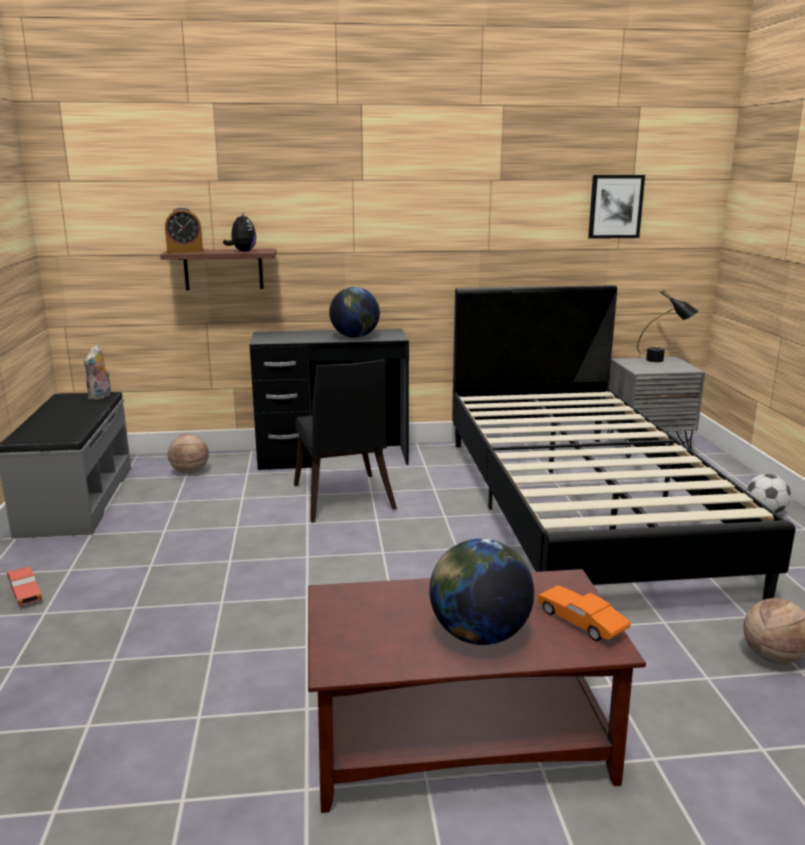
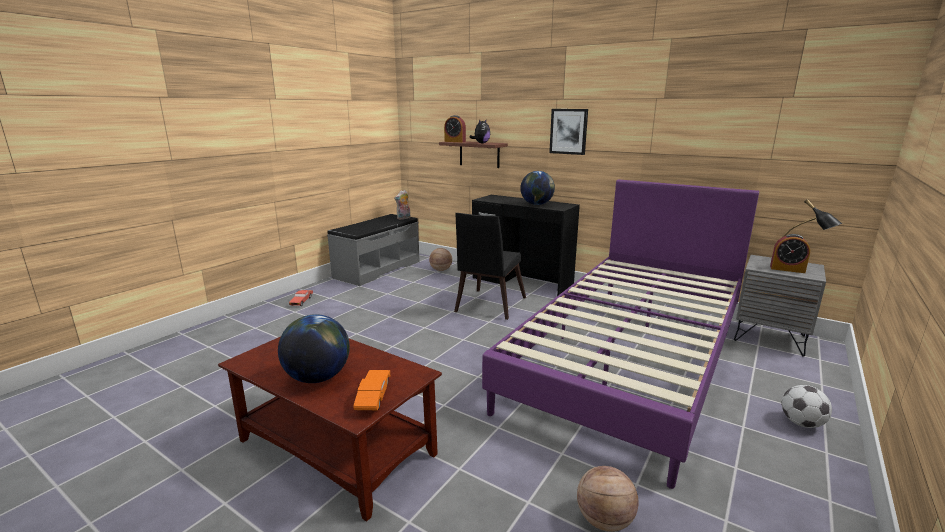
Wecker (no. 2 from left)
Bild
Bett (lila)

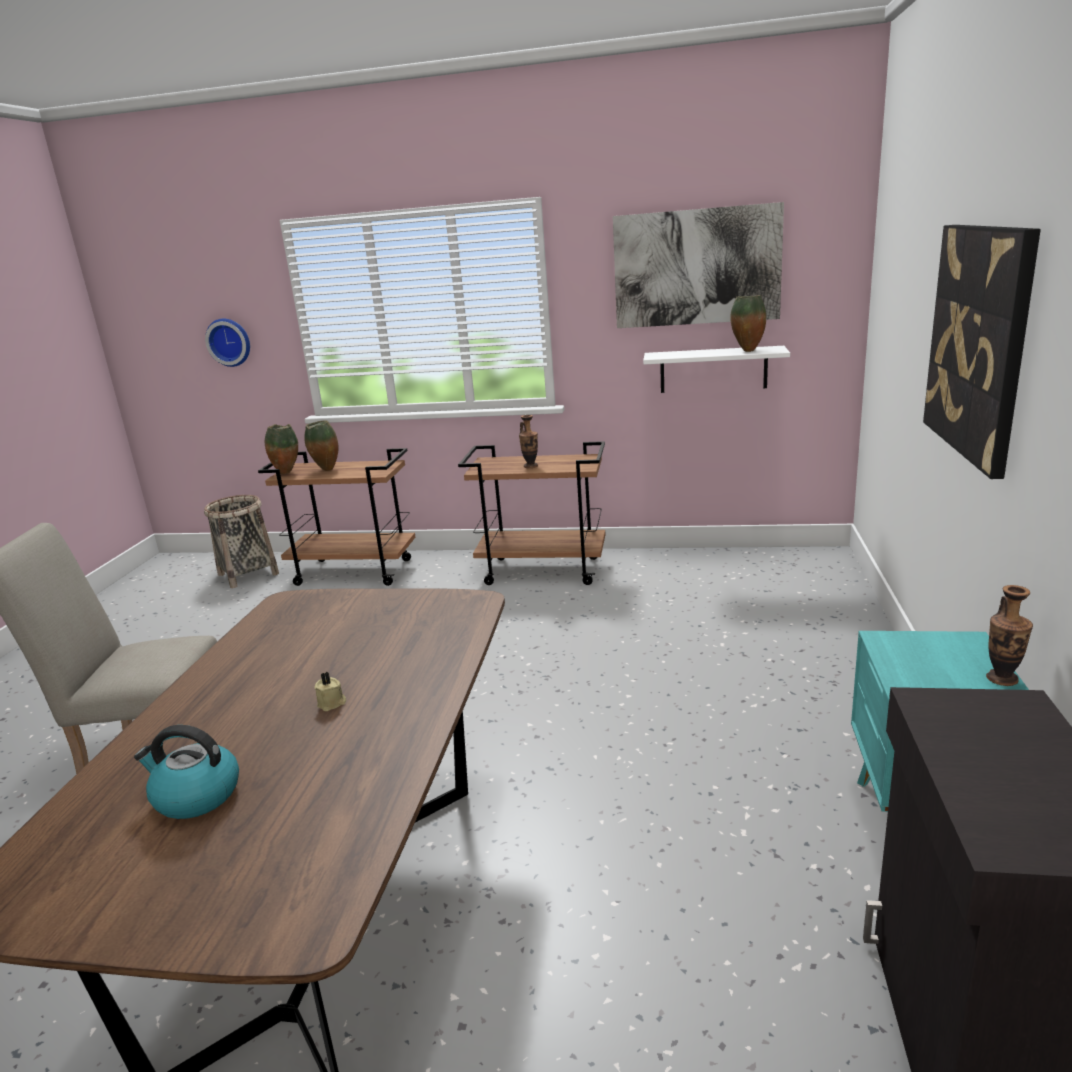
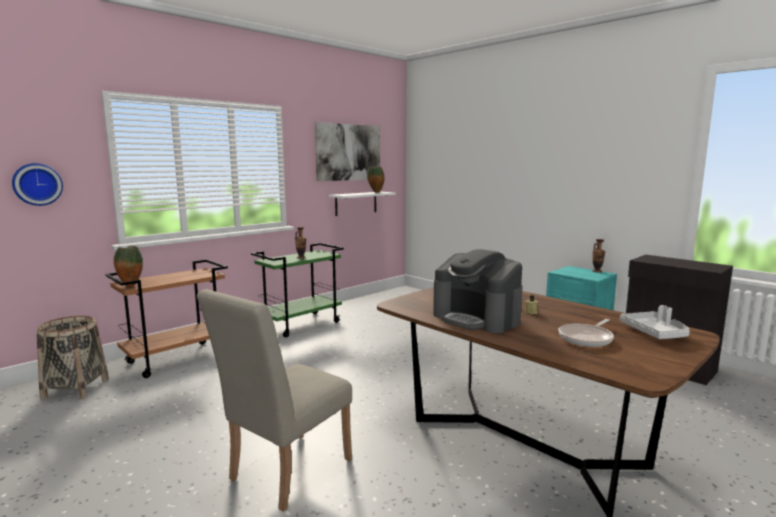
Vase (no. 2 from left in the first image)
Bild (no. 2 from left in the first image)
Kaffeemaschine
Tablett (grau)
Pfanne
Rollwagen (grün)

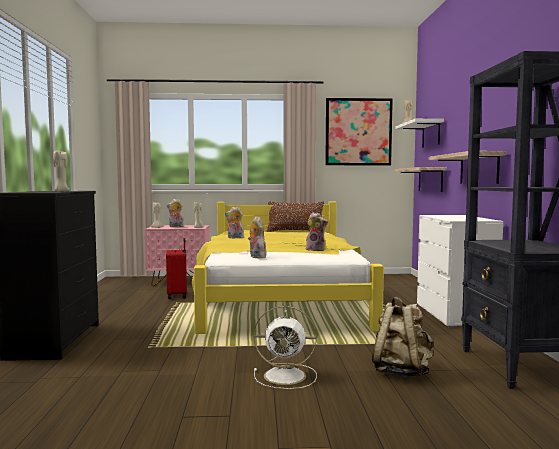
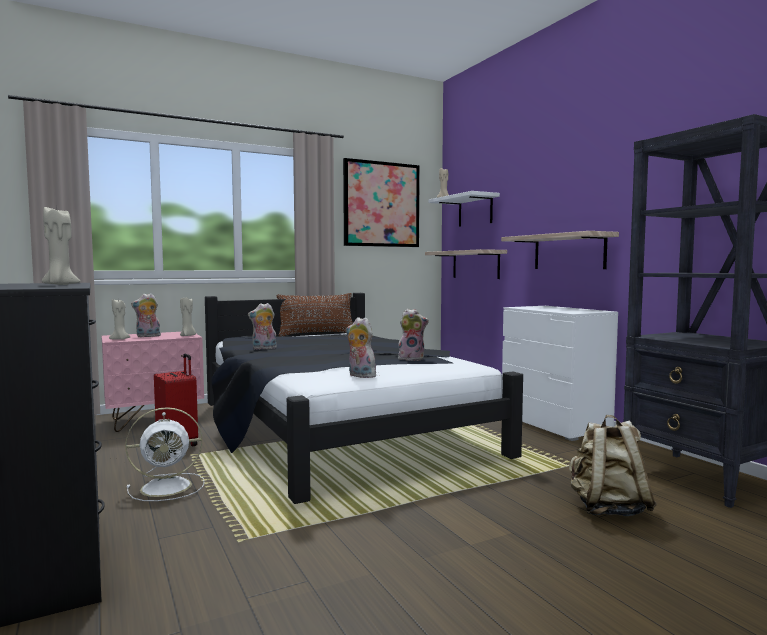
Ventilator (weiß)
Bett (schwarz)

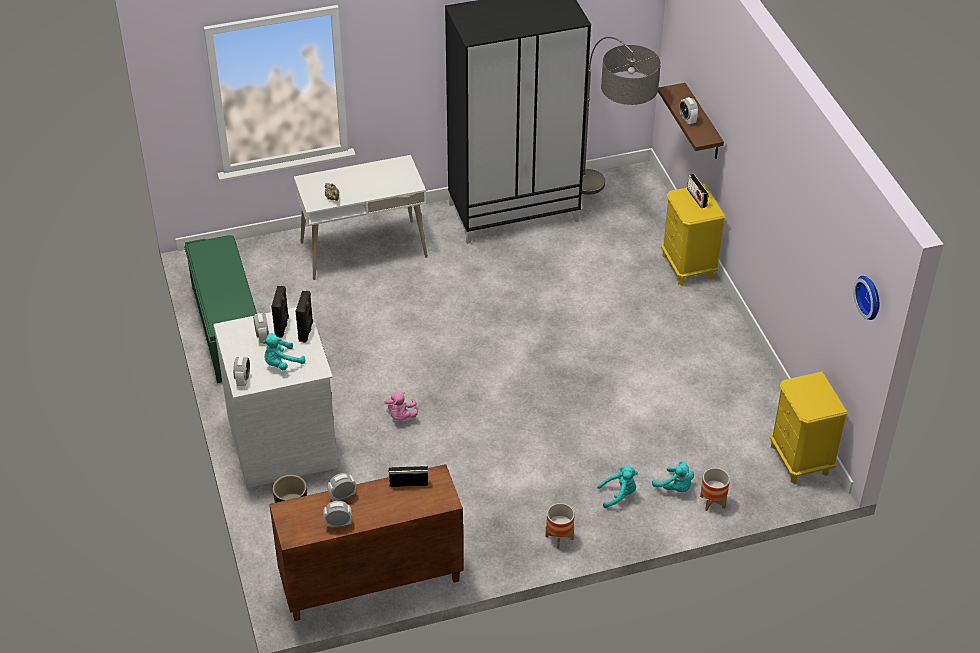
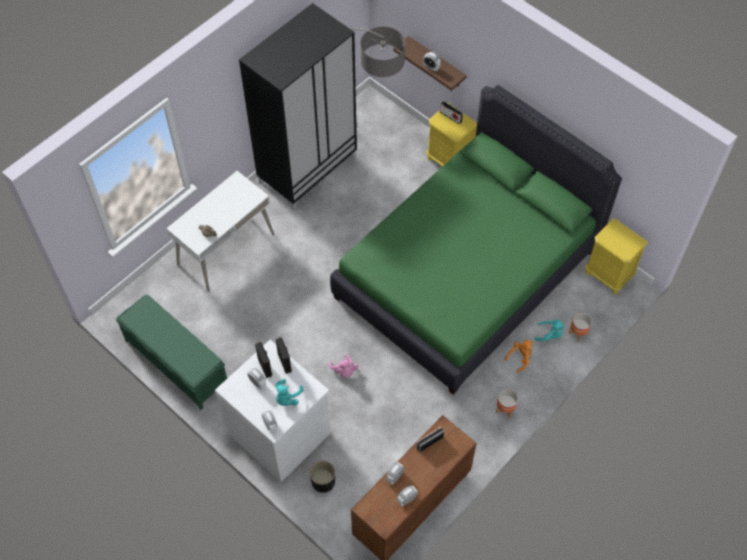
Wanduhr
Bett (grün)
Plüschtier (orange)

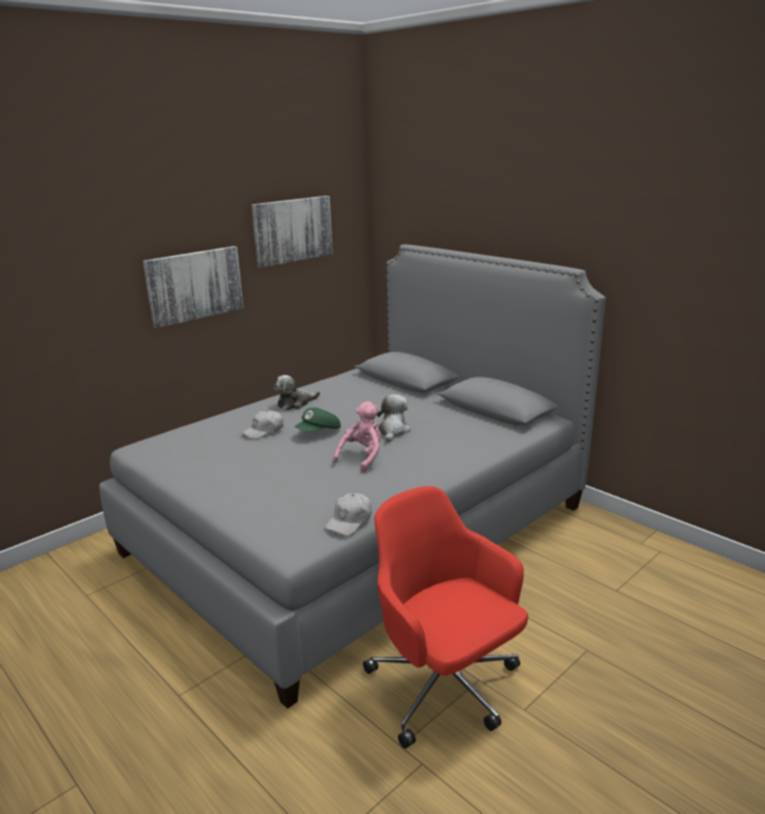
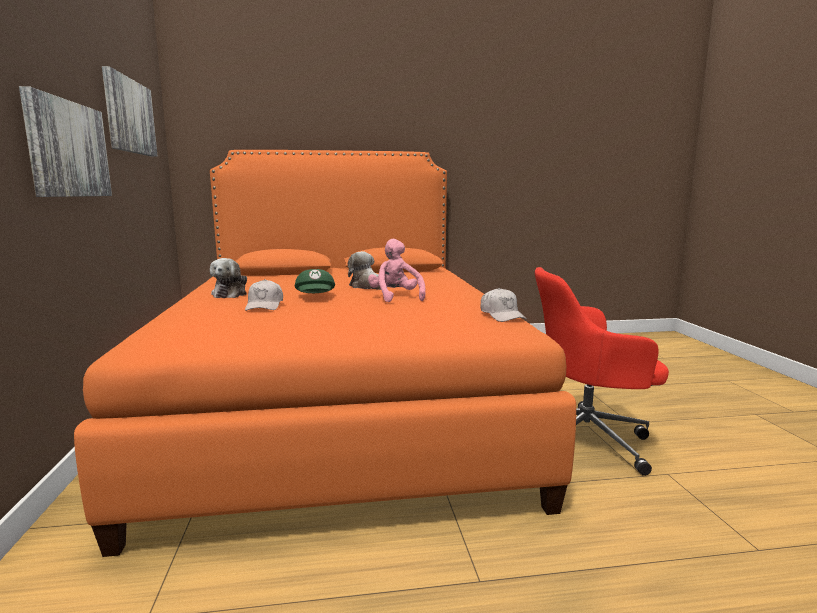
Bett (orange)

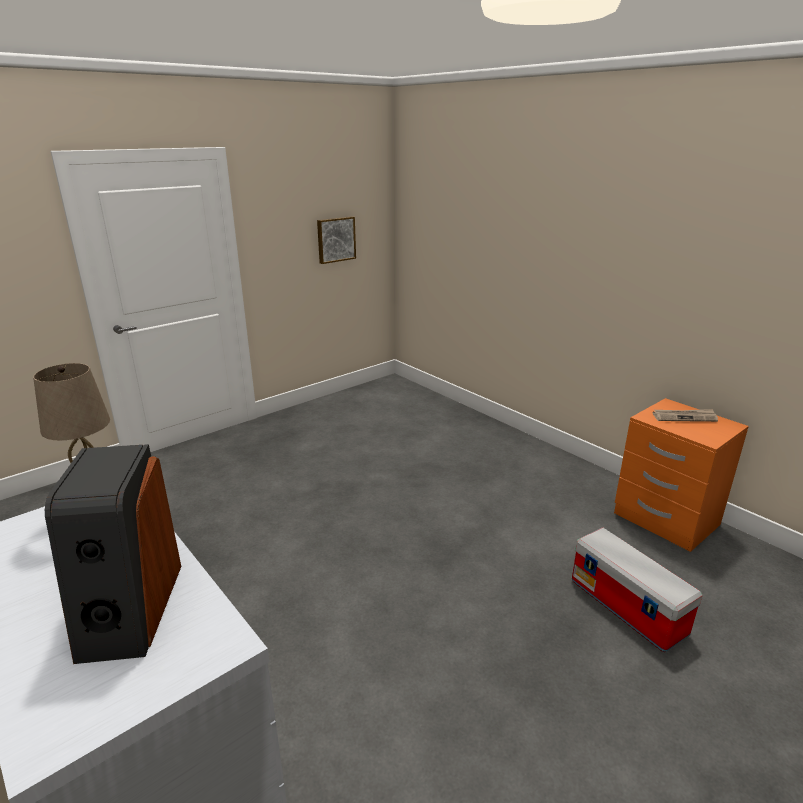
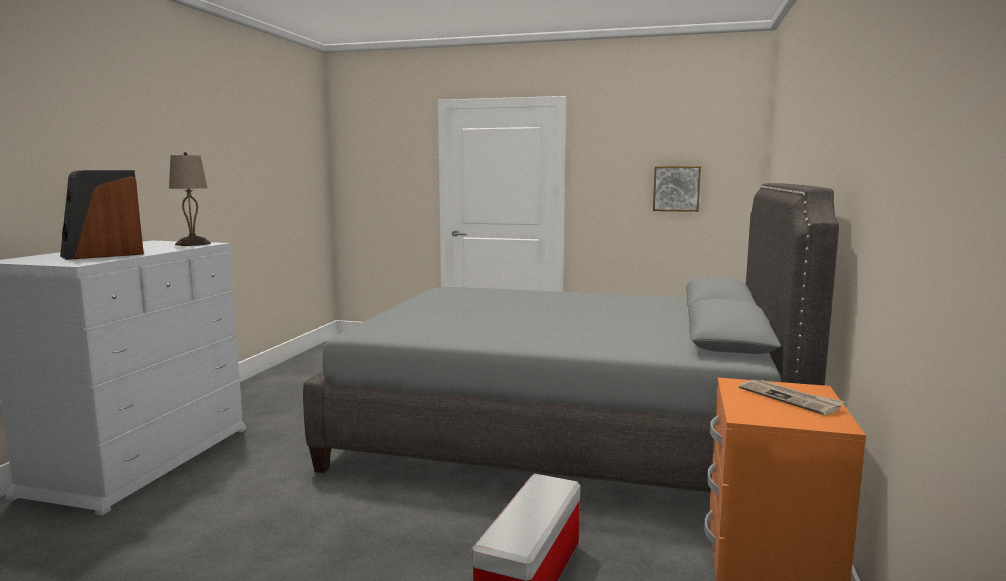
Bett (grau)

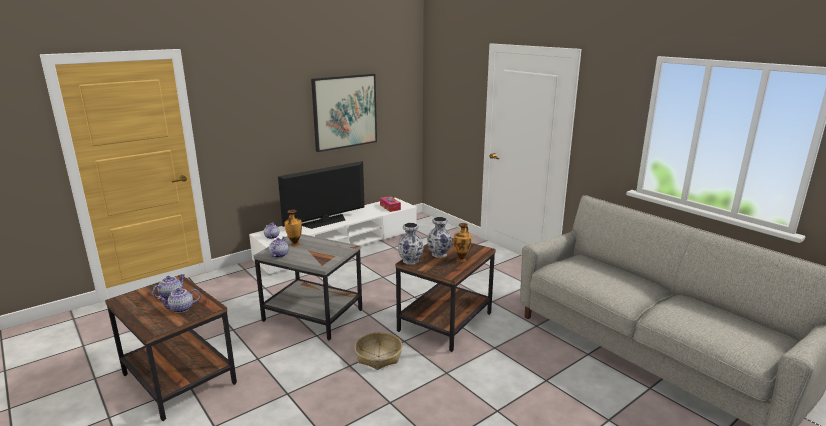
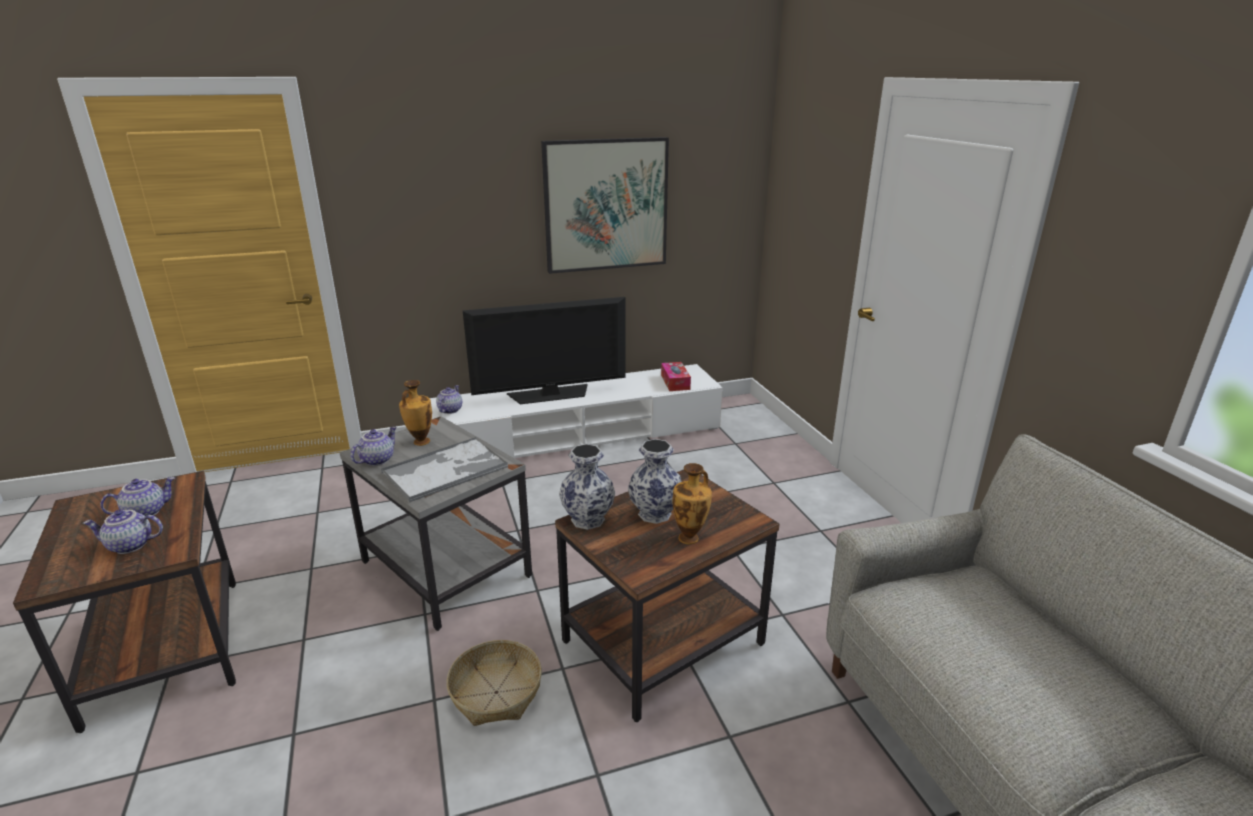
Tablett

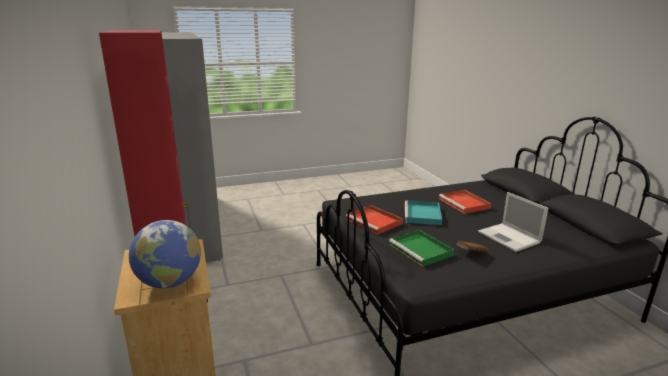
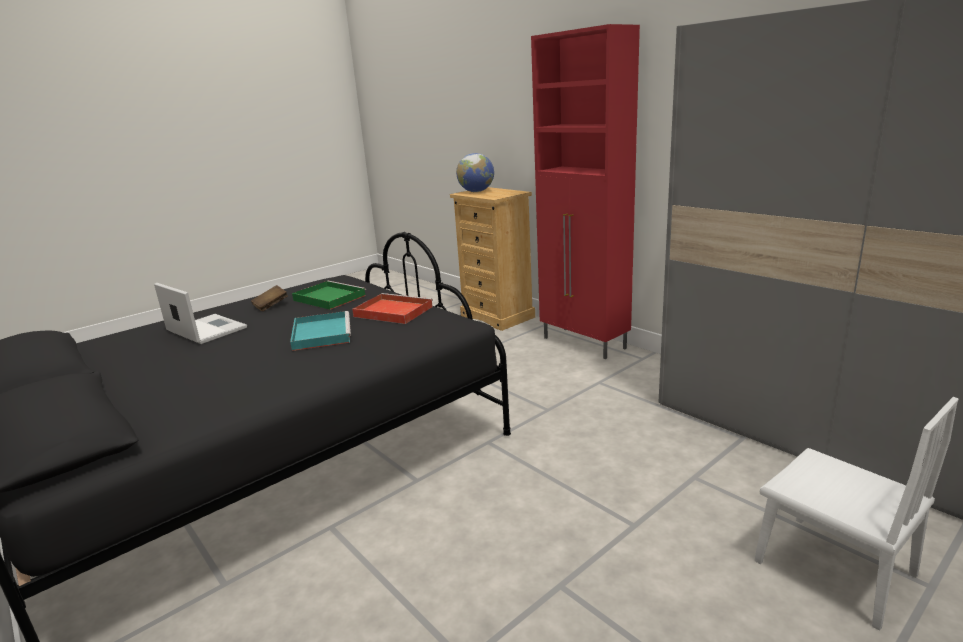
Tablett (rot) (no. 2 from left in the first image)
Stuhl (weiß)

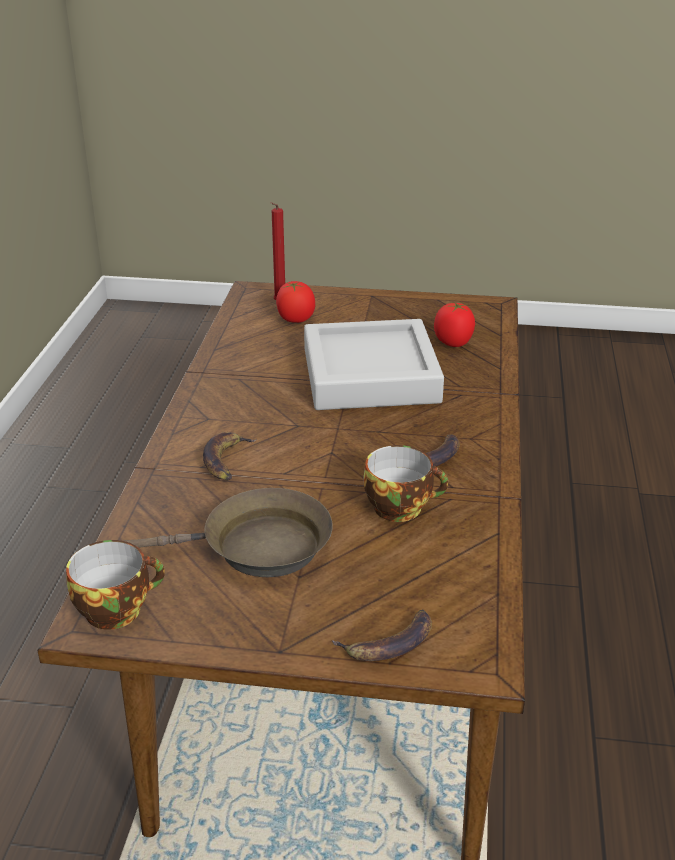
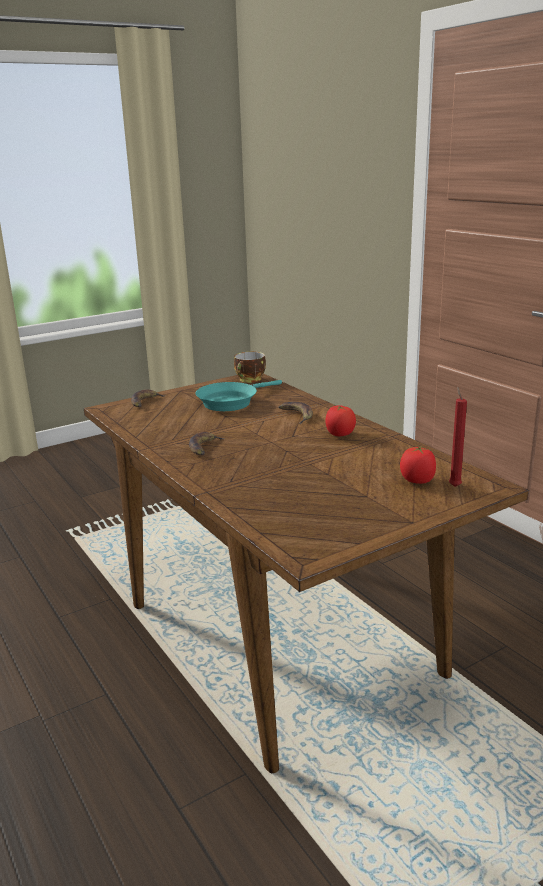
Tablett (grau)
Tasse (no. 2 from left in the first image)
Tomate (no. 1 from left)
Pfanne (türkis)

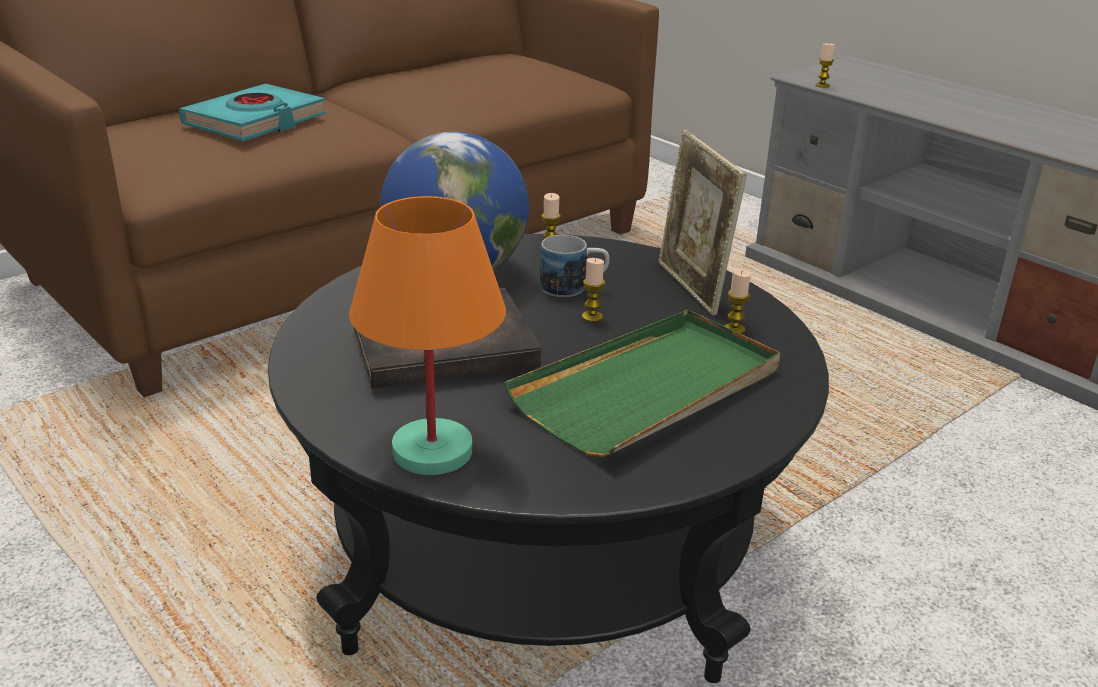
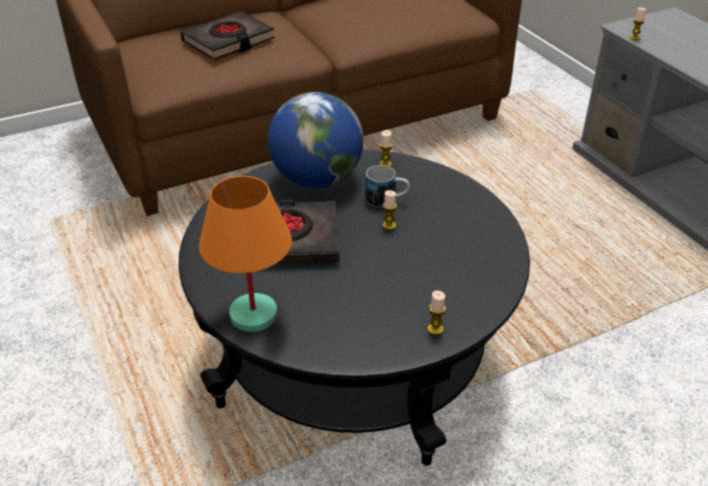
Tablett (grün)
Bilderrahmen
Kerze (no. 3 from left)
Buch (schwarz) (no. 1 from left)

